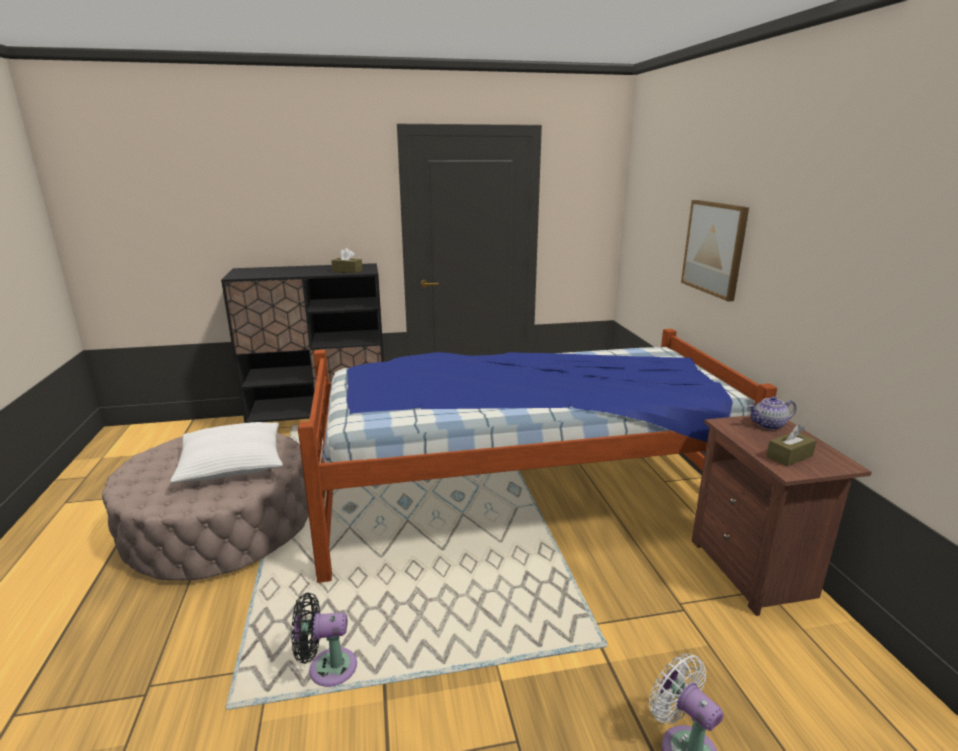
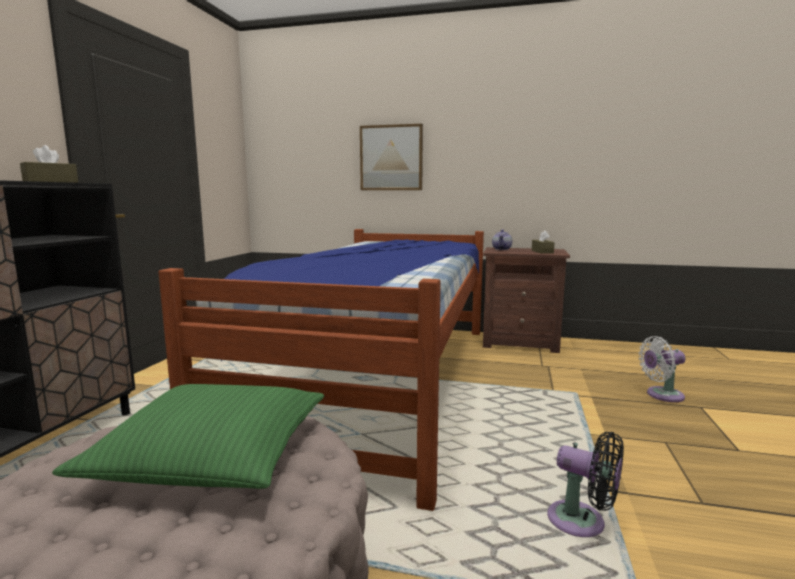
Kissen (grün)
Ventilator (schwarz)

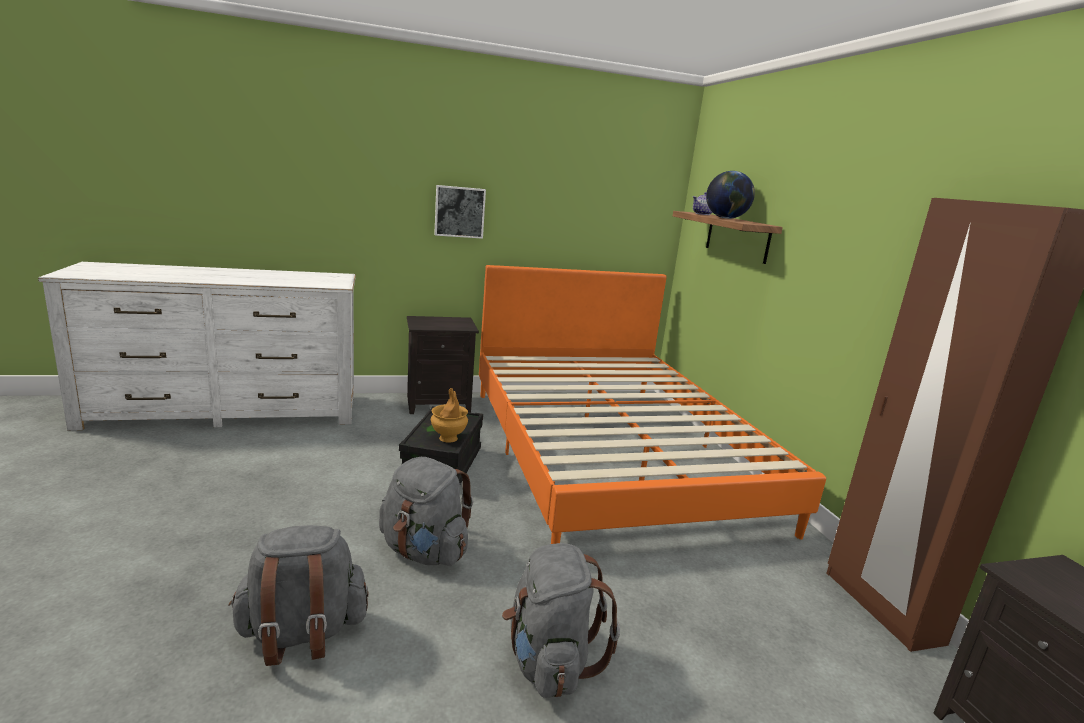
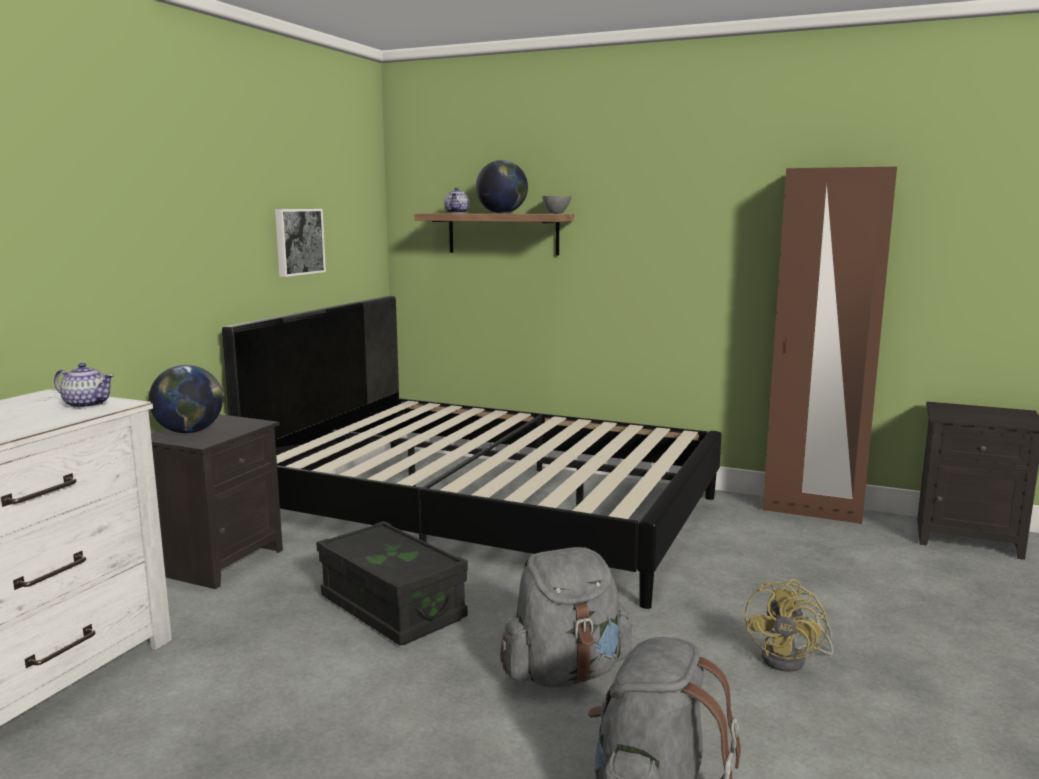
Vase (braun)
Teekanne (no. 1 from left)
Globus (no. 1 from left)
Schüssel (grau)
Bild
Ventilator (gelb)
Bett (schwarz)

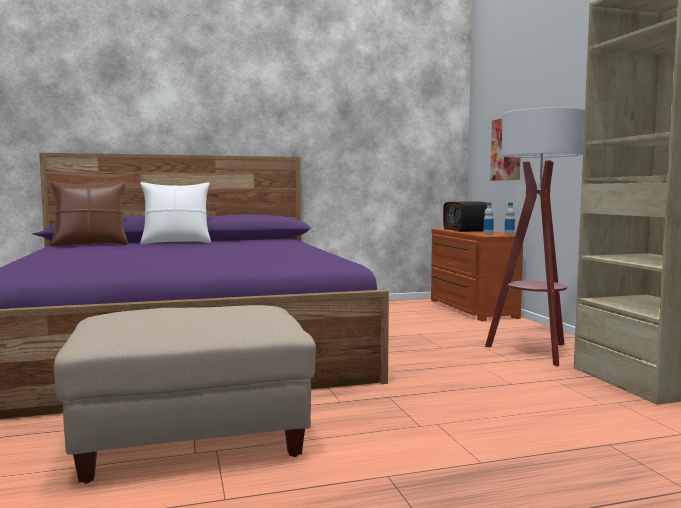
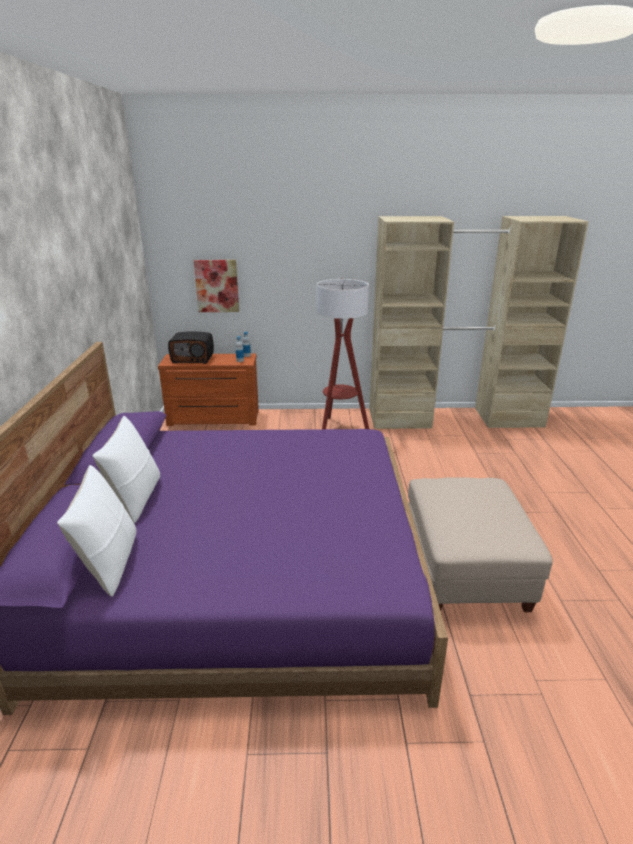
Kissen (weiß) (no. 1 from left)

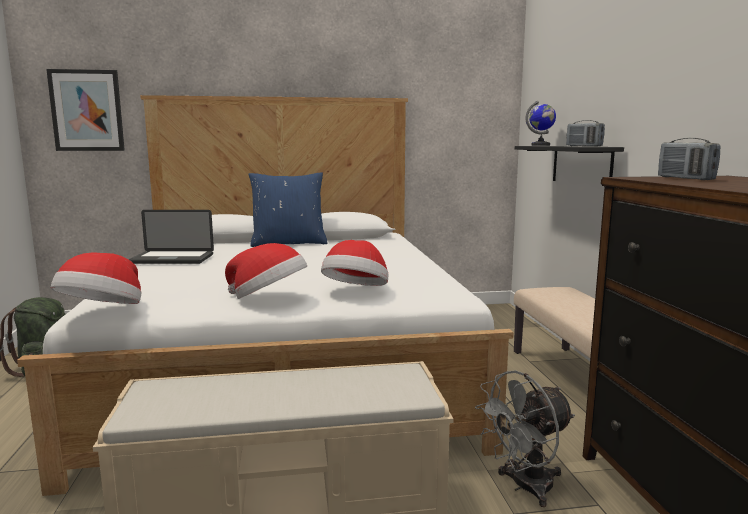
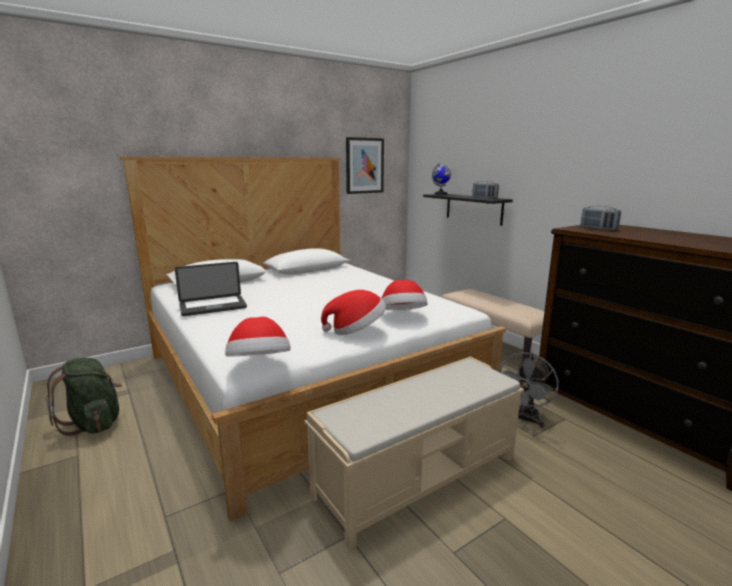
Kissen (blau)
Bild

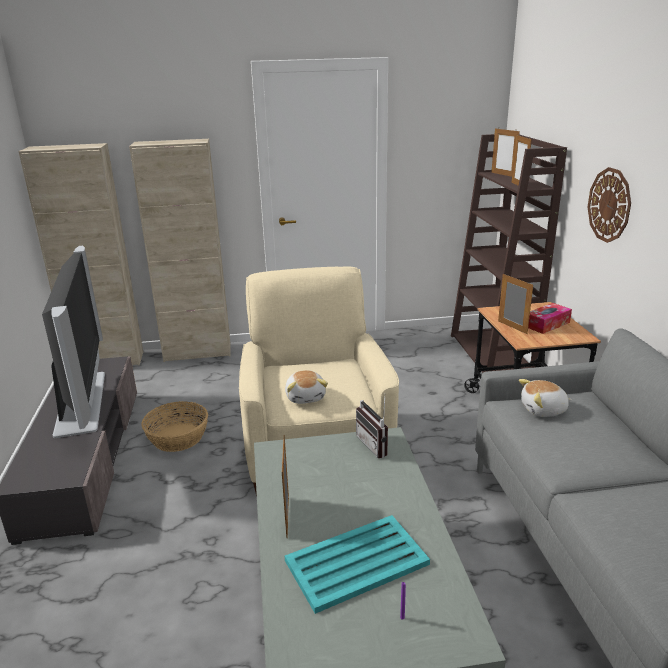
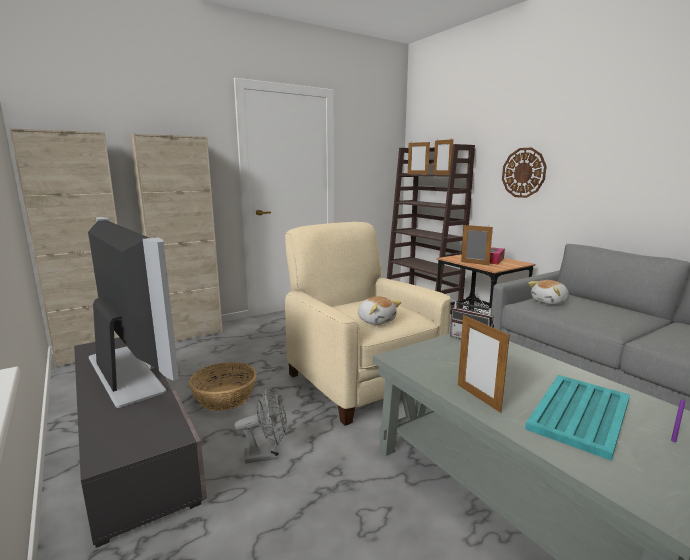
Ventilator (grau)

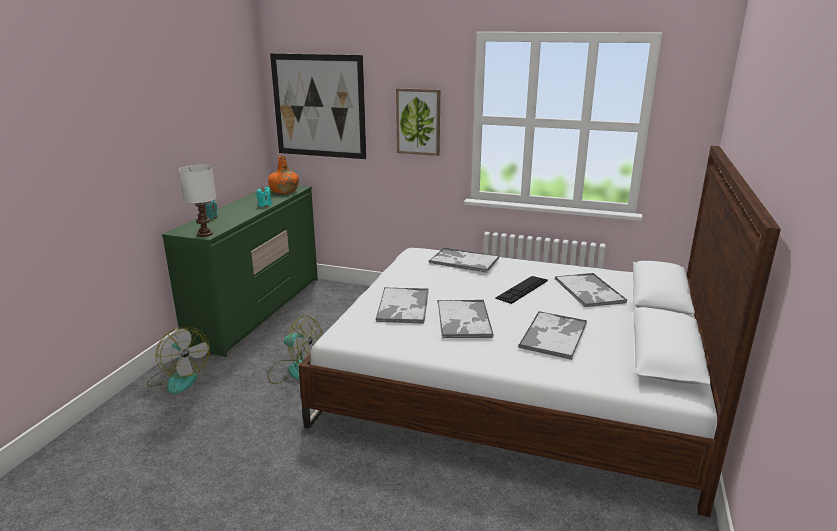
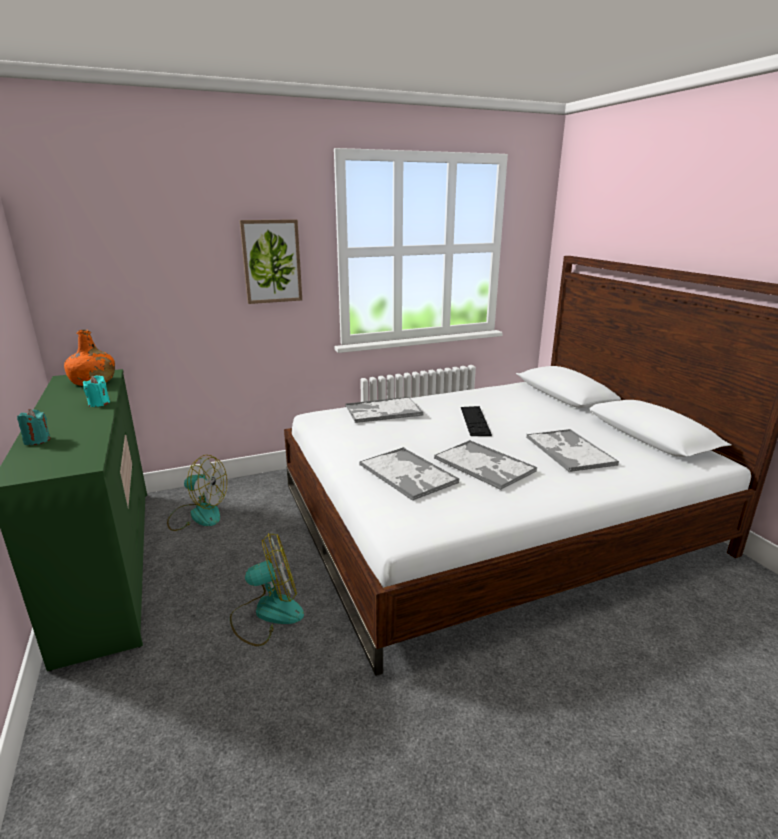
Tischlampe (weiß)
Bild (no. 1 from left in the first image)
Tablett (no. 5 from left in the first image)
Ventilator (no. 1 from left)

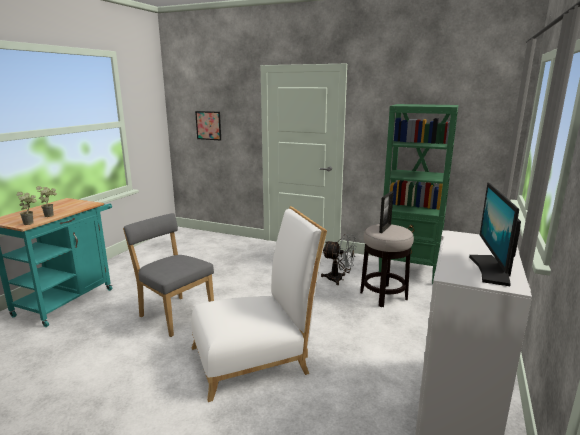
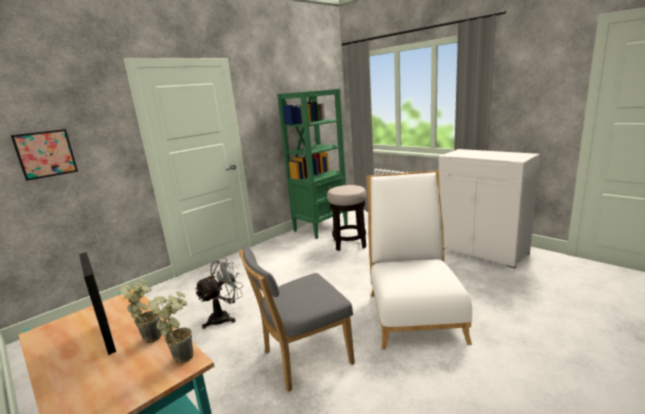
Monitor
Ventilator (grau)
Bilderrahmen

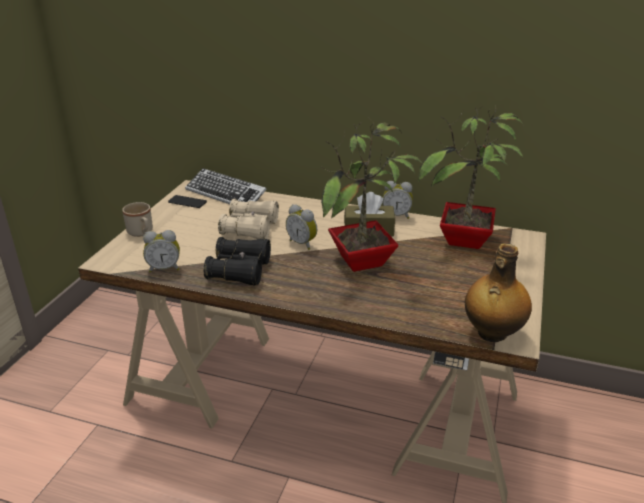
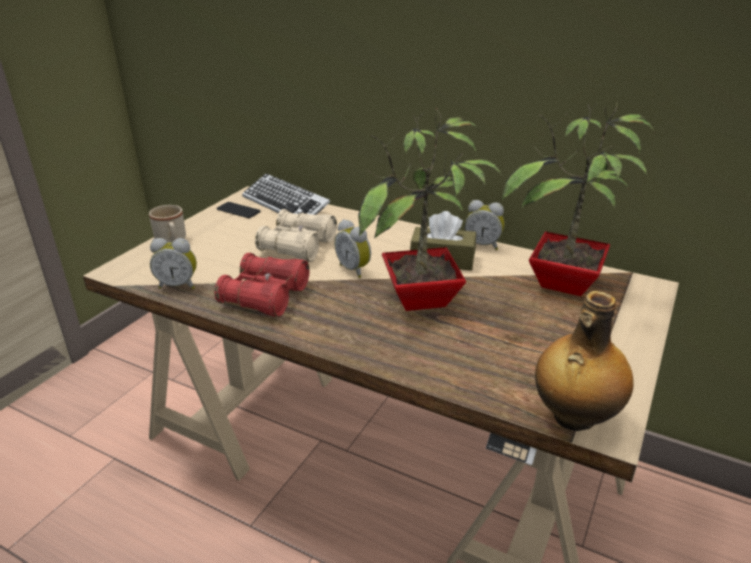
Fernglas (rot)

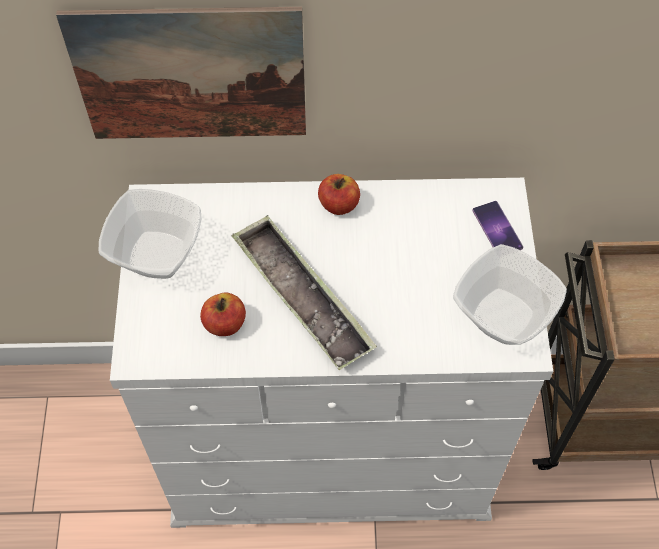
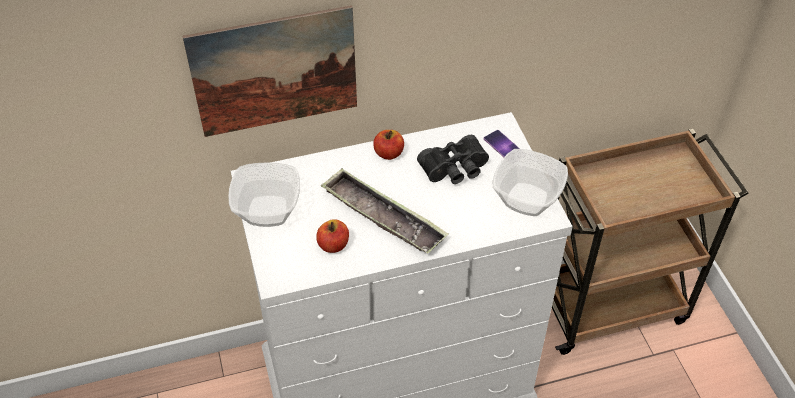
Fernglas (schwarz)

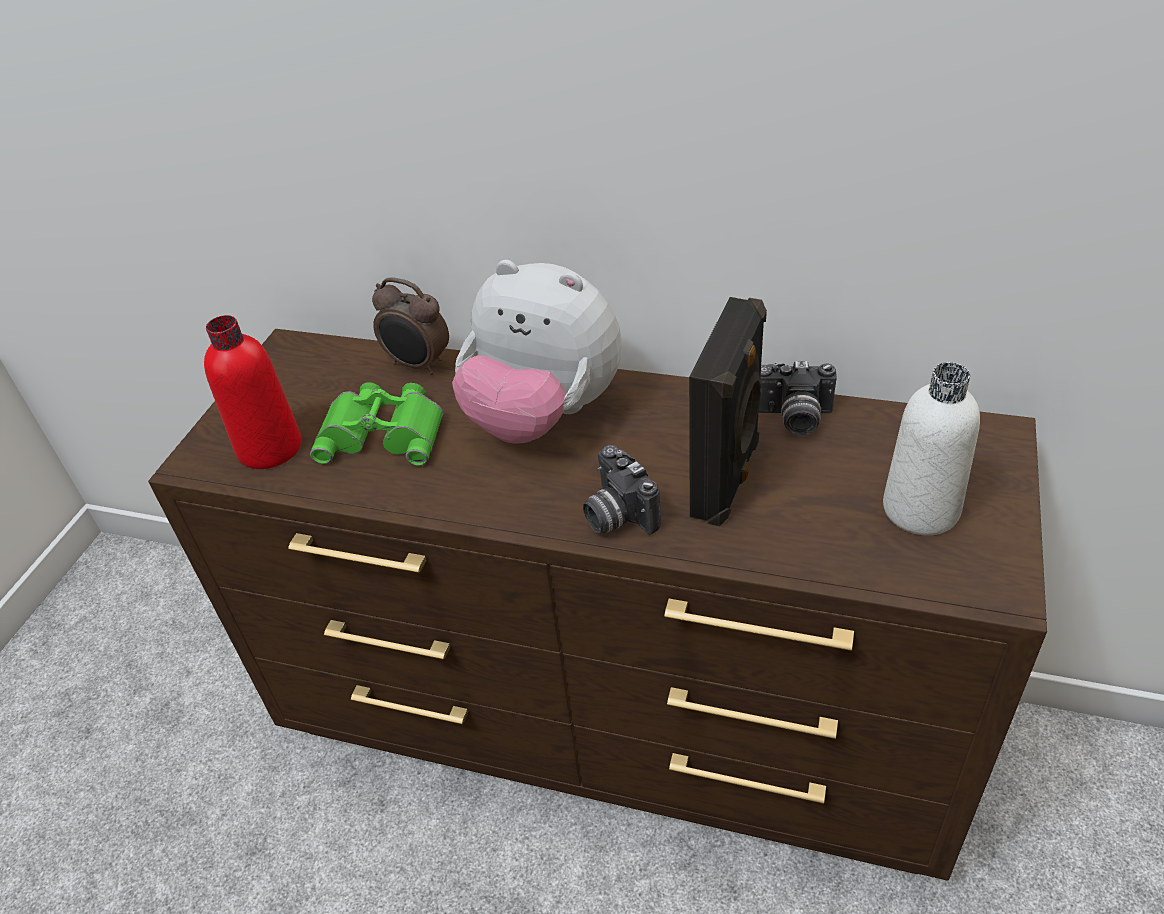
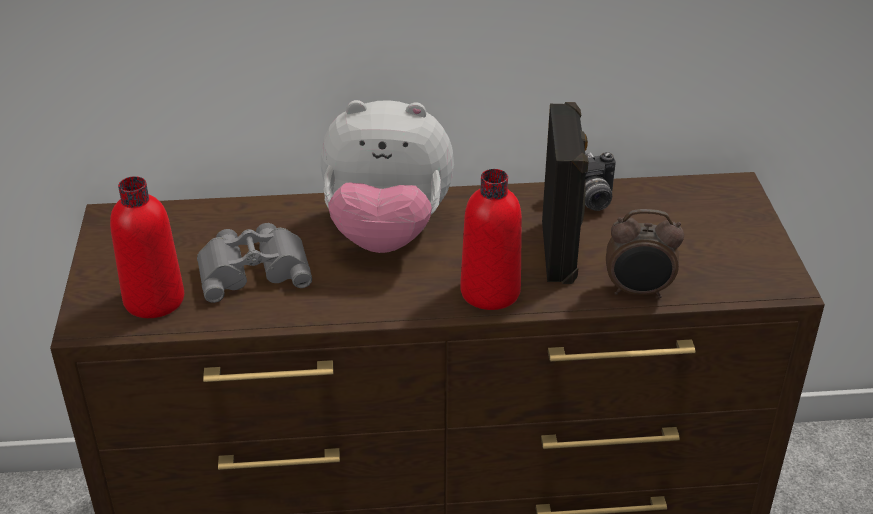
Flasche (weiß)
Wecker
Flasche (rot) (no. 2 from left)
Fernglas (grau)

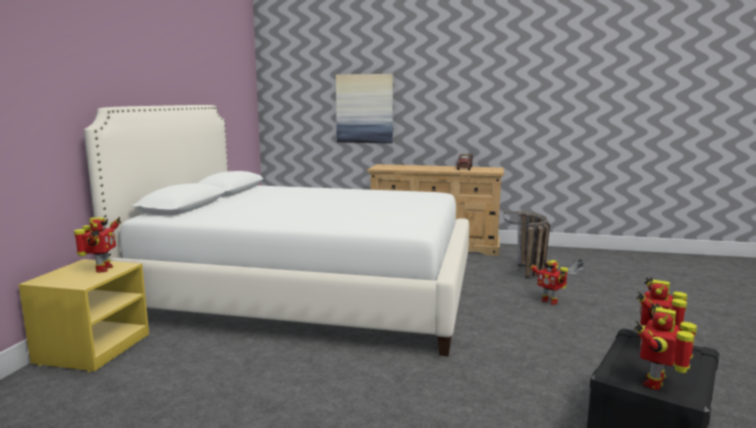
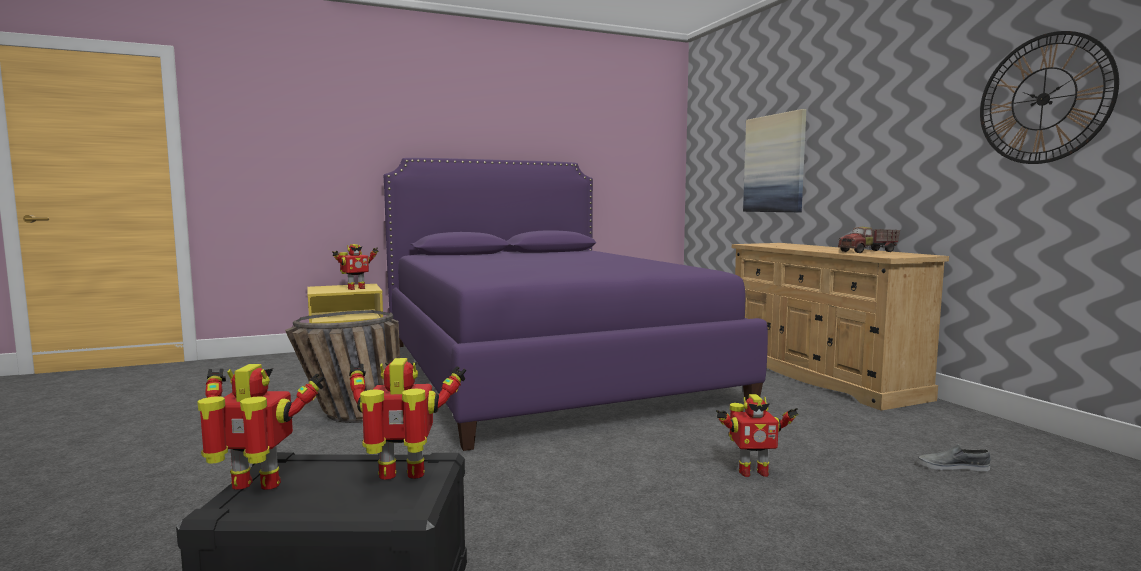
Wanduhr
Korb
Bett (lila)
Spielzeugroboter (no. 4 from left)

